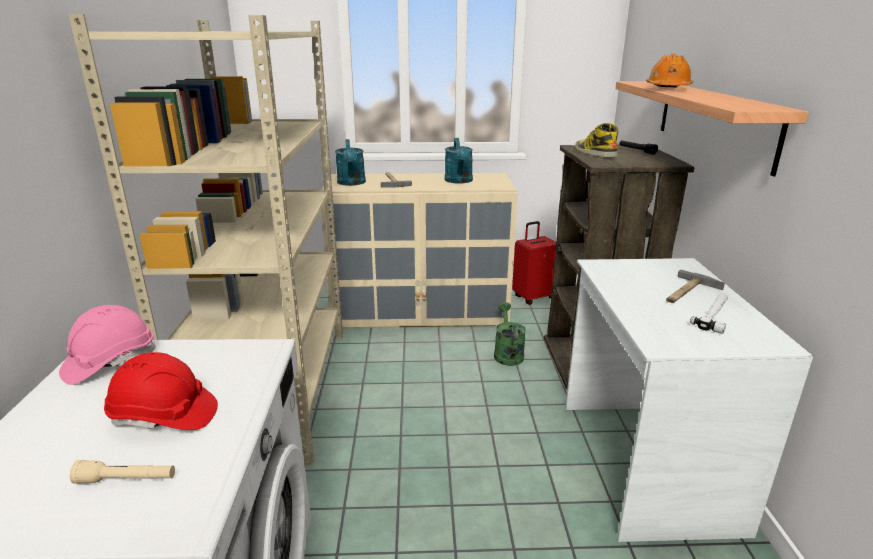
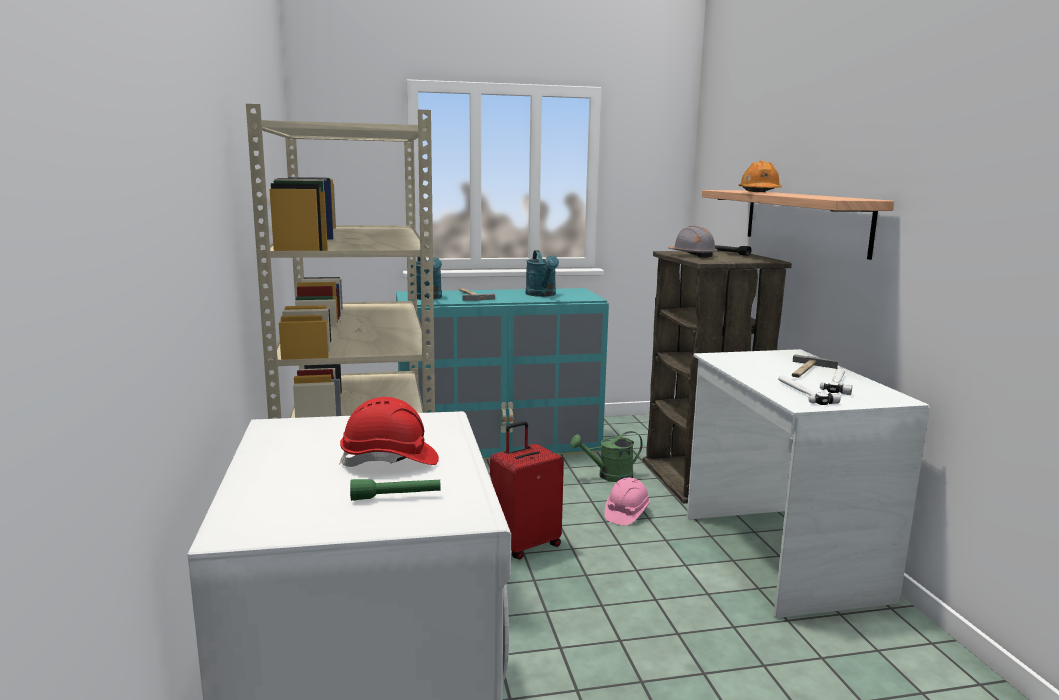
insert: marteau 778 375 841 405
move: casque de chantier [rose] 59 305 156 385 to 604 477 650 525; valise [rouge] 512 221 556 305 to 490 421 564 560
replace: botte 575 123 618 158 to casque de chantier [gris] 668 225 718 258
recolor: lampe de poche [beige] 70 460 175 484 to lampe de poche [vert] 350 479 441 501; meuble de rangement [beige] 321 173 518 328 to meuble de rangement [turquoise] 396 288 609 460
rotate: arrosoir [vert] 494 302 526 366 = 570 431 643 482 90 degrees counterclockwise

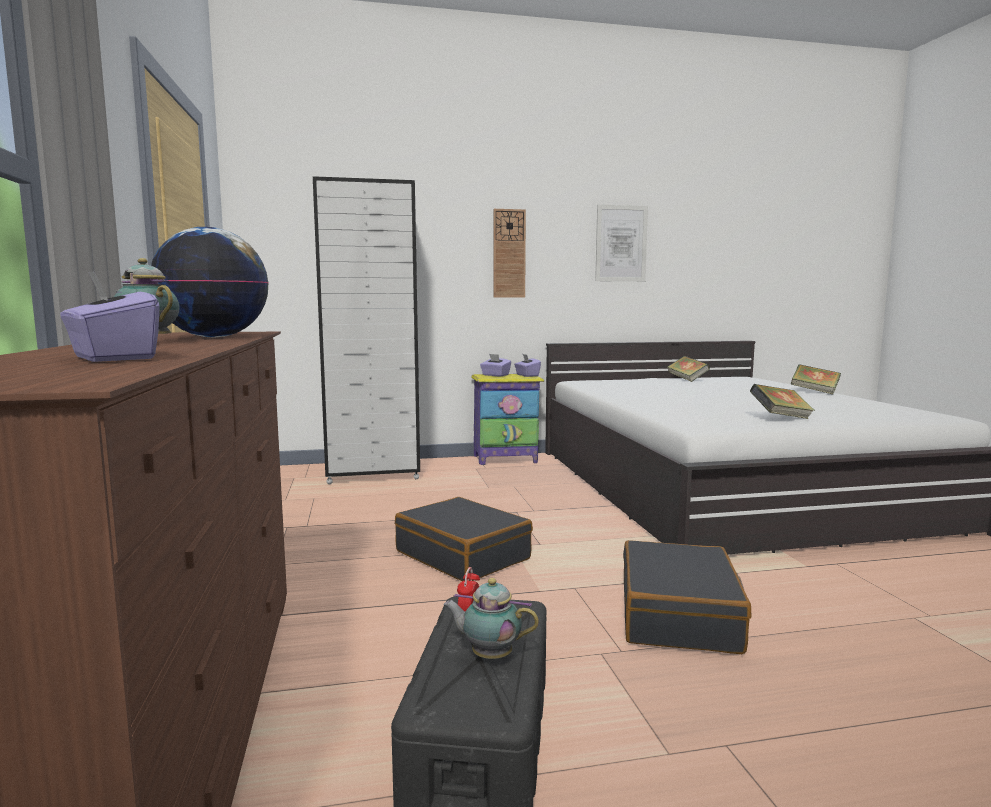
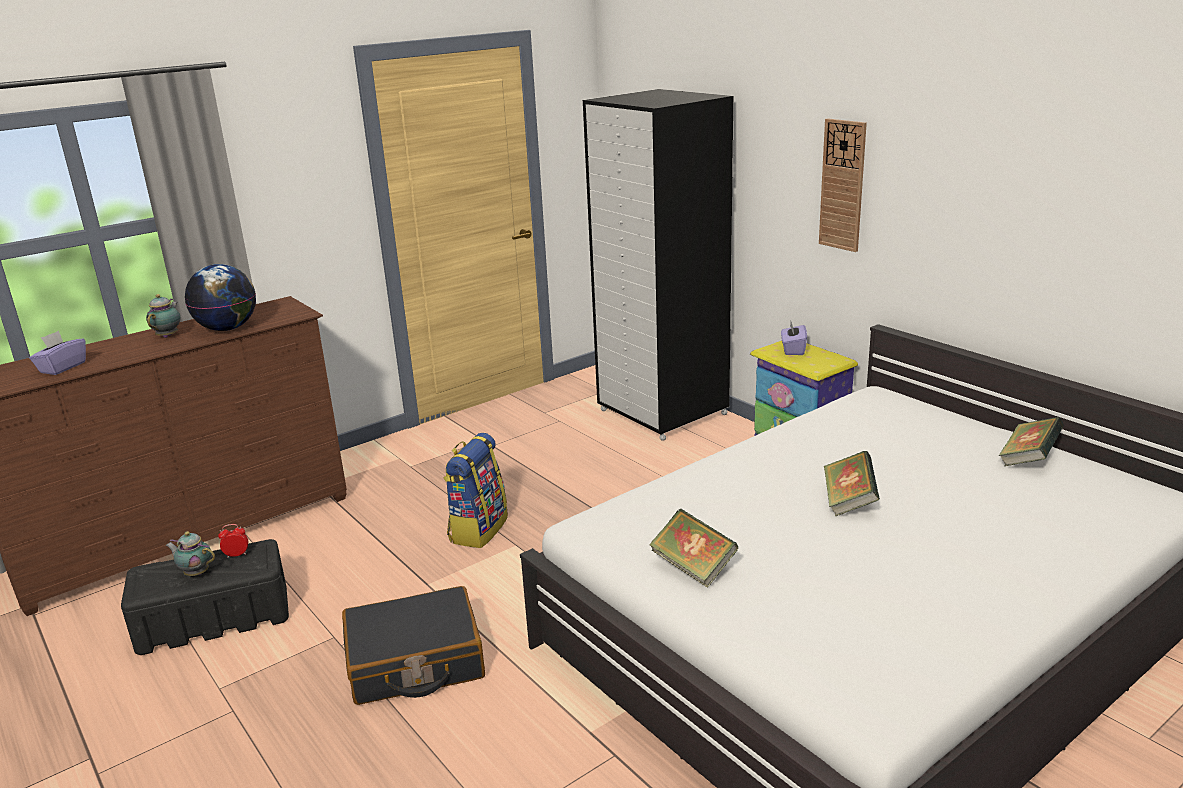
delete: boîte à mouchoirs [violet] 514 354 541 377; tableau 595 205 648 282
move: livre 791 364 841 394 to 823 451 880 516
replace: valise [noir] 395 497 533 581 to sac à dos 443 433 508 548
rotate: théière 443 578 539 659 = 165 531 215 576 60 degrees counterclockwise

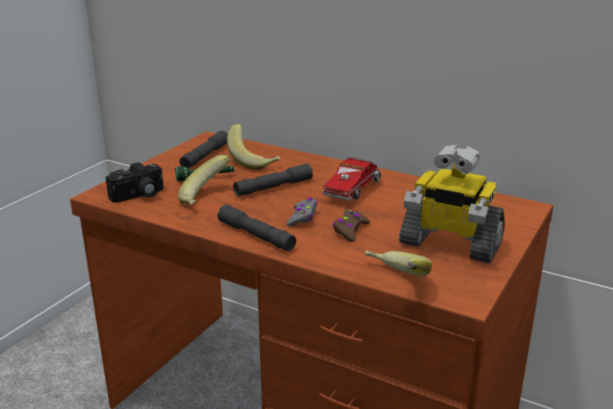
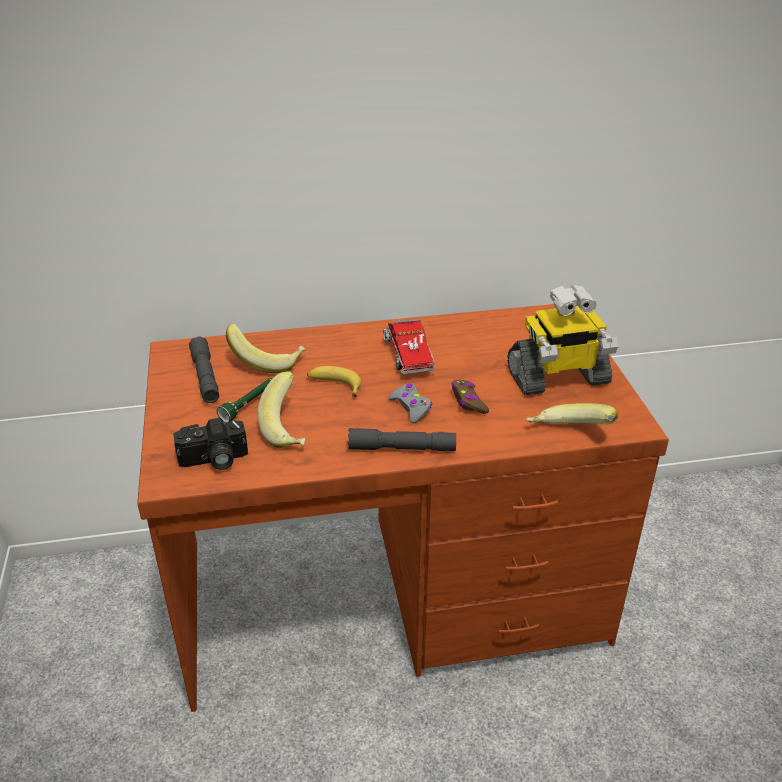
replace: lampe de poche [gris] 233 163 313 196 to banane 307 366 362 397
rotate: appareil photo 106 162 164 203 = 173 418 248 470 60 degrees clockwise

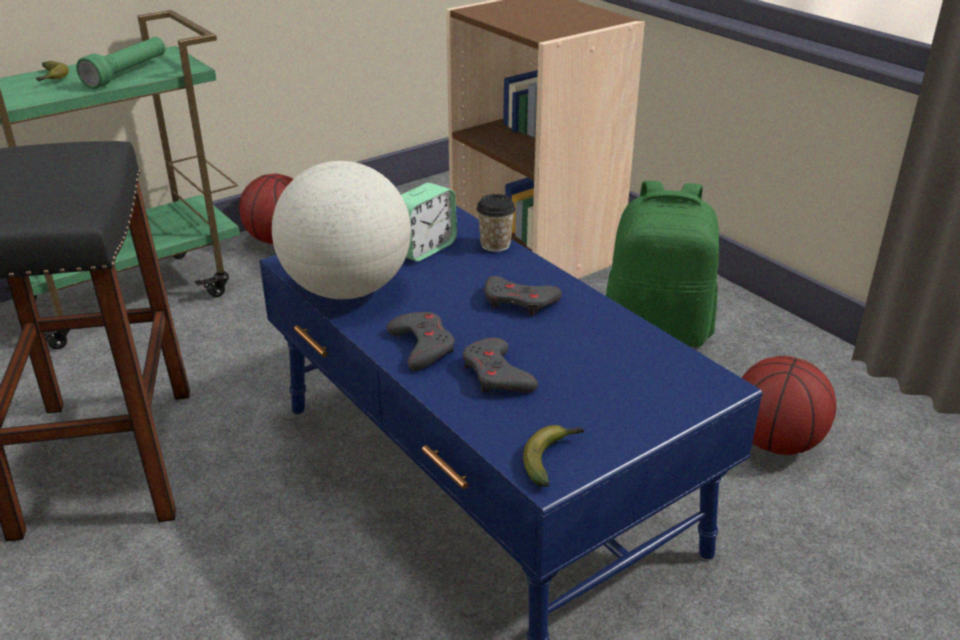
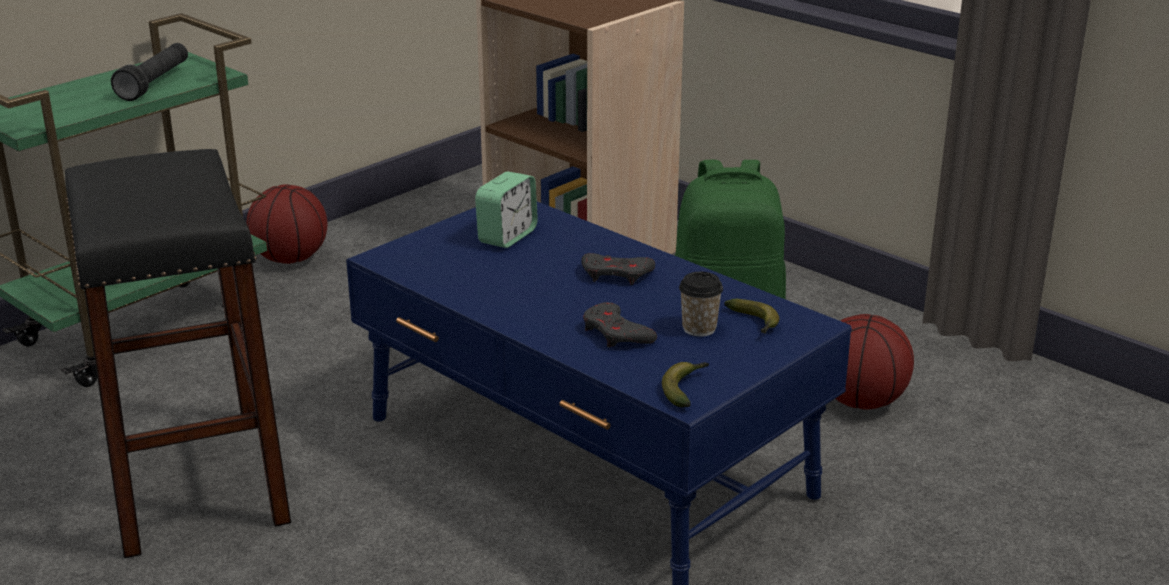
delete: globe 272 161 411 299; manette [gris] 387 312 455 370
move: banane 36 61 69 82 to 724 299 779 334; tasse 476 194 516 252 to 679 272 723 337
recolor: lampe de poche [vert] 76 37 165 89 to lampe de poche [noir] 111 43 188 101

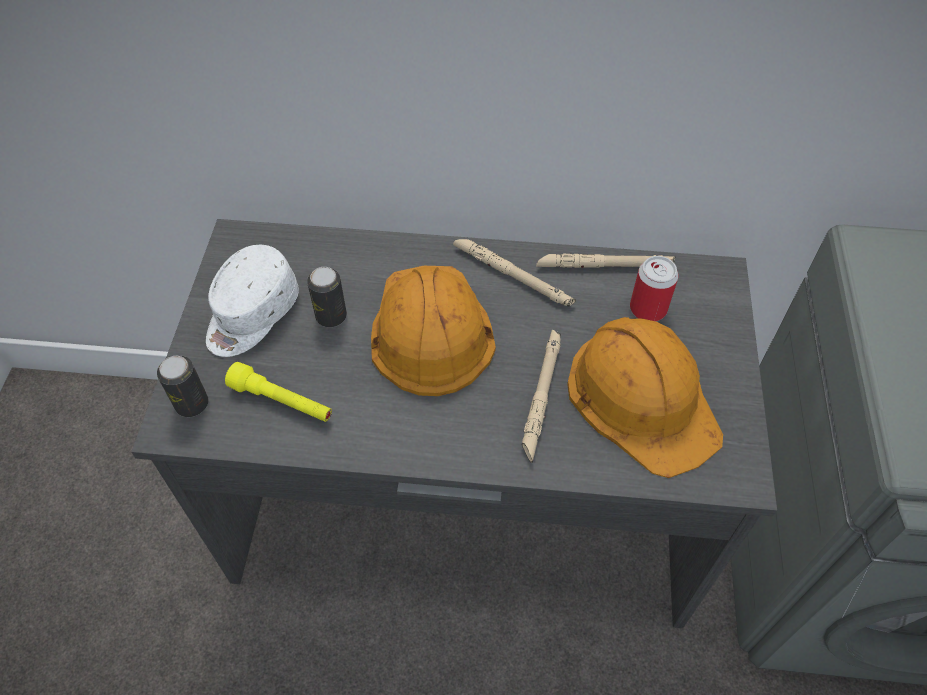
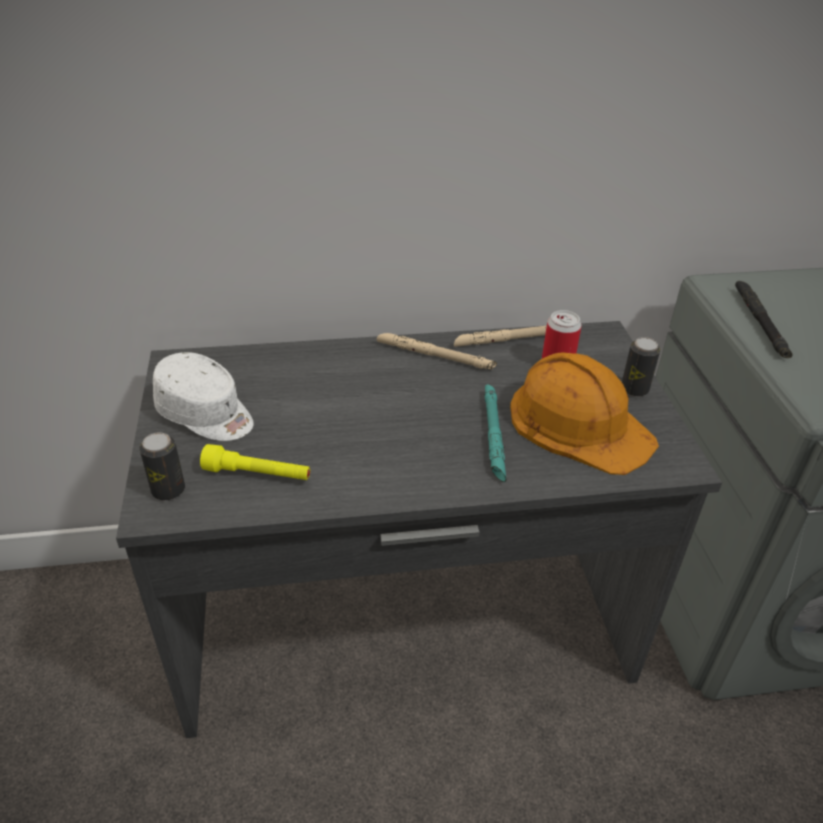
delete: casque de chantier [orange] 371 266 496 396
insert: lampe de poche [noir] 735 281 792 358
move: boîte métallique 307 267 347 327 to 622 337 660 397
recolor: lampe de poche [beige] 522 330 561 463 to lampe de poche [turquoise] 485 384 507 482
rotate: casquette [blanc] 206 245 299 357 = 153 352 254 441 75 degrees counterclockwise

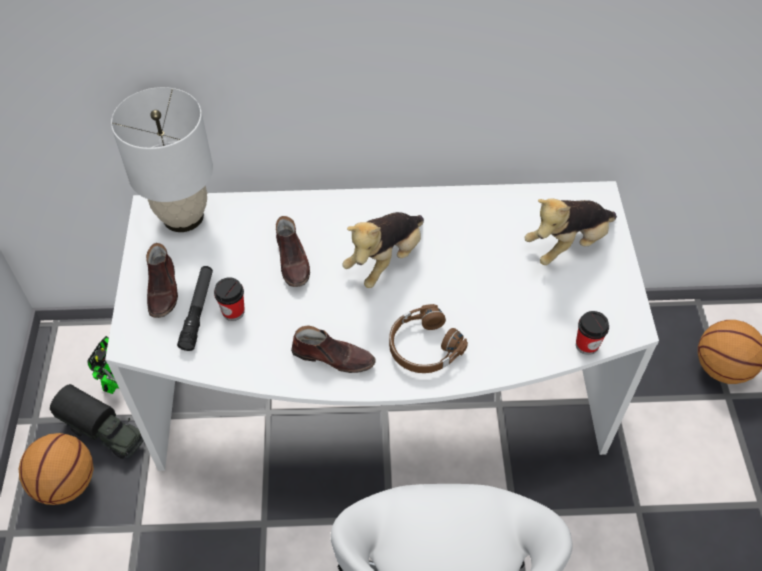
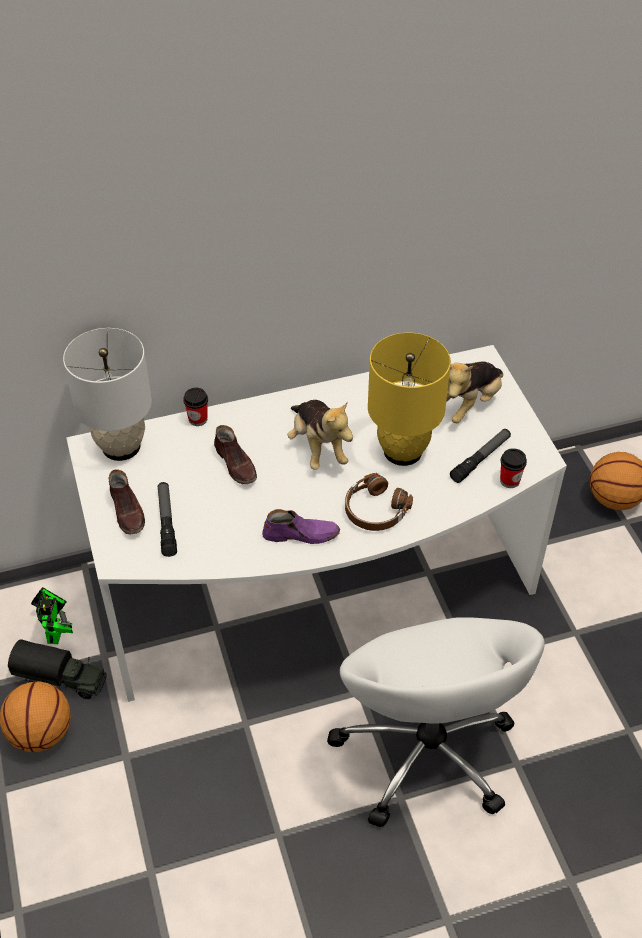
insert: lampe de table [jaune] 368 333 451 466; lampe de poche 450 429 511 483
move: tasse 214 277 245 321 to 183 388 208 426
recolor: chaussure [marron] 291 325 376 373 to chaussure [violet] 262 509 340 544
rotate: peluche 343 212 424 288 = 288 400 353 470 45 degrees counterclockwise

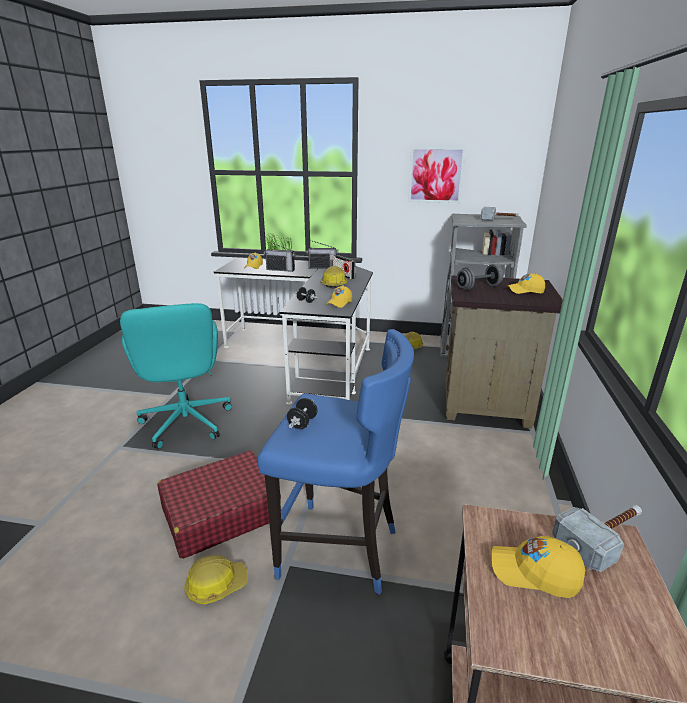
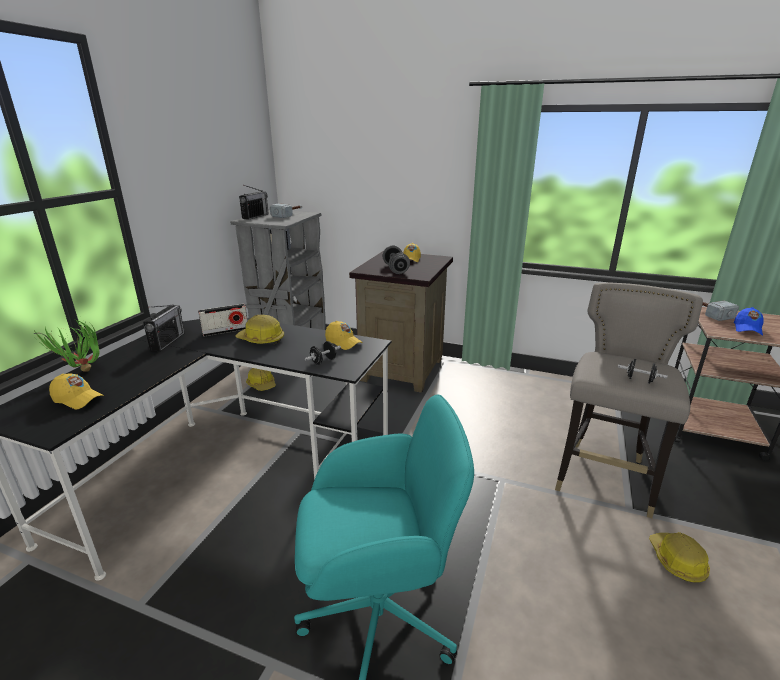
delete: valise [rouge] 157 450 281 559; tableau 408 147 466 203
move: radio 264 241 296 272 to 239 185 269 220
recolor: tabouret [bleu] 258 329 414 594 to tabouret [gris] 555 282 703 518; casquette [jaune] 492 536 585 598 to casquette [bleu] 734 307 763 336

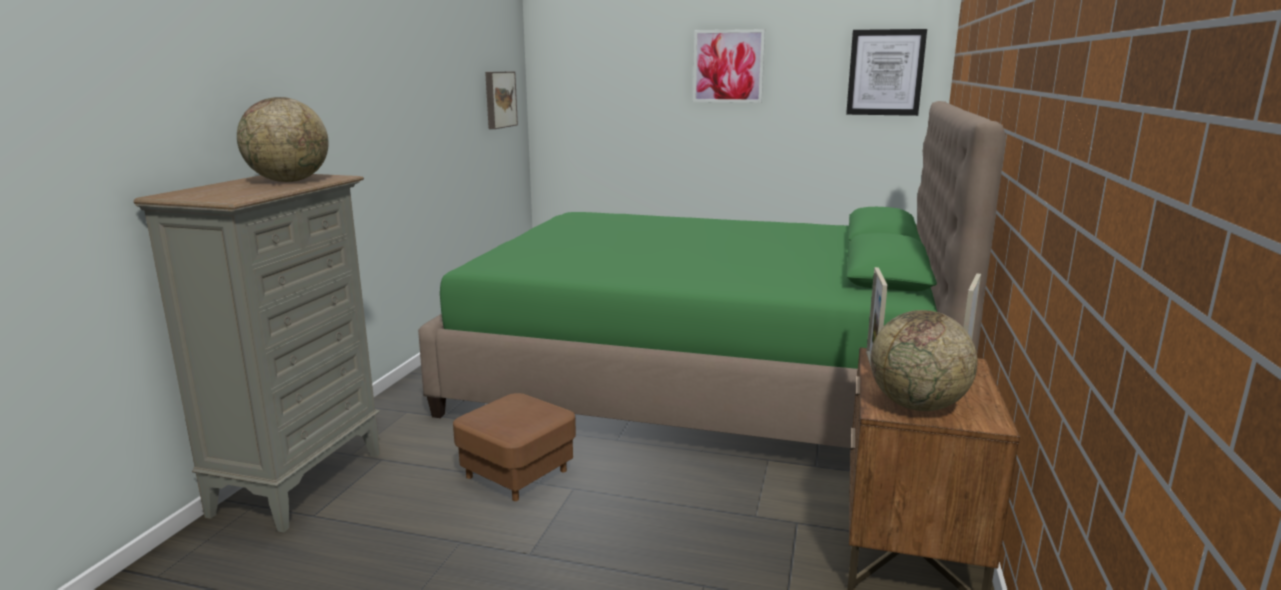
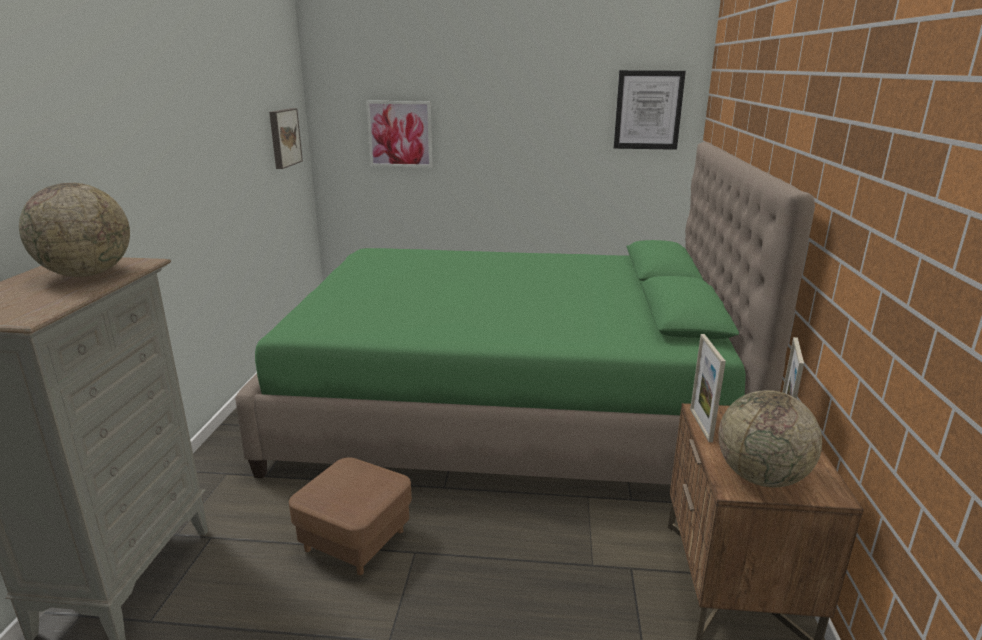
move: tableau 693 29 765 103 to 366 101 432 168

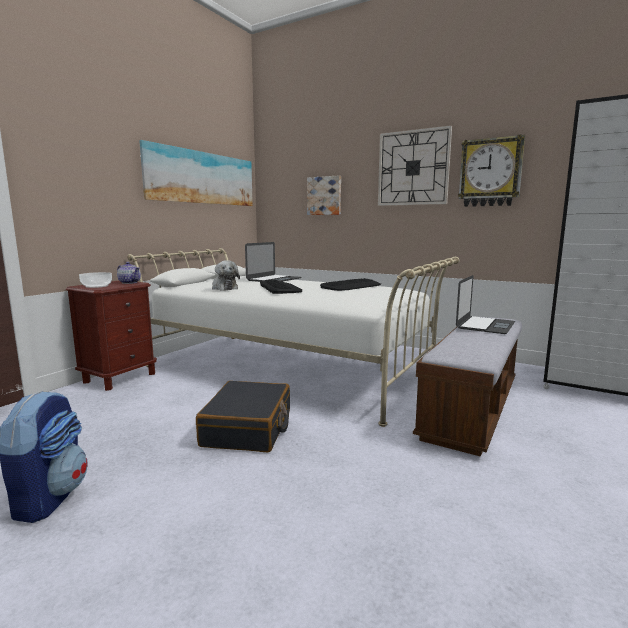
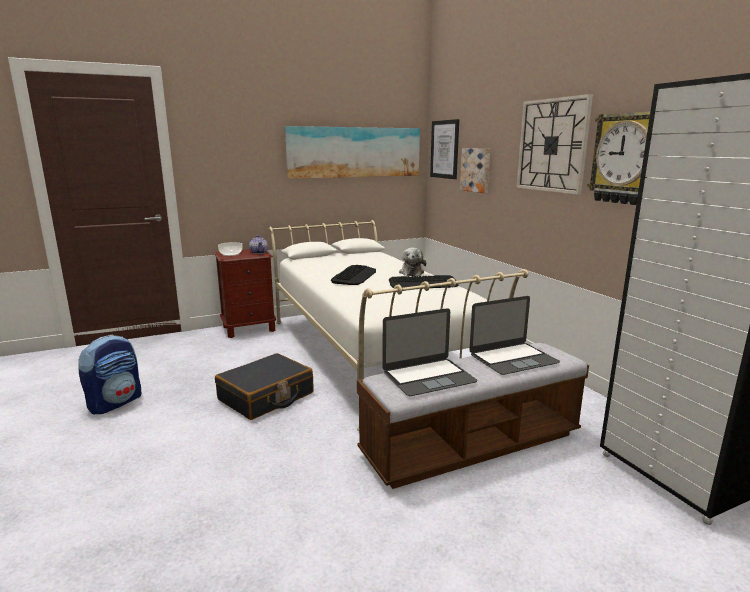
insert: tableau 430 119 459 179
move: peluche 212 260 240 290 to 399 247 426 276; ordinateur portable 245 242 301 282 to 382 308 478 396

